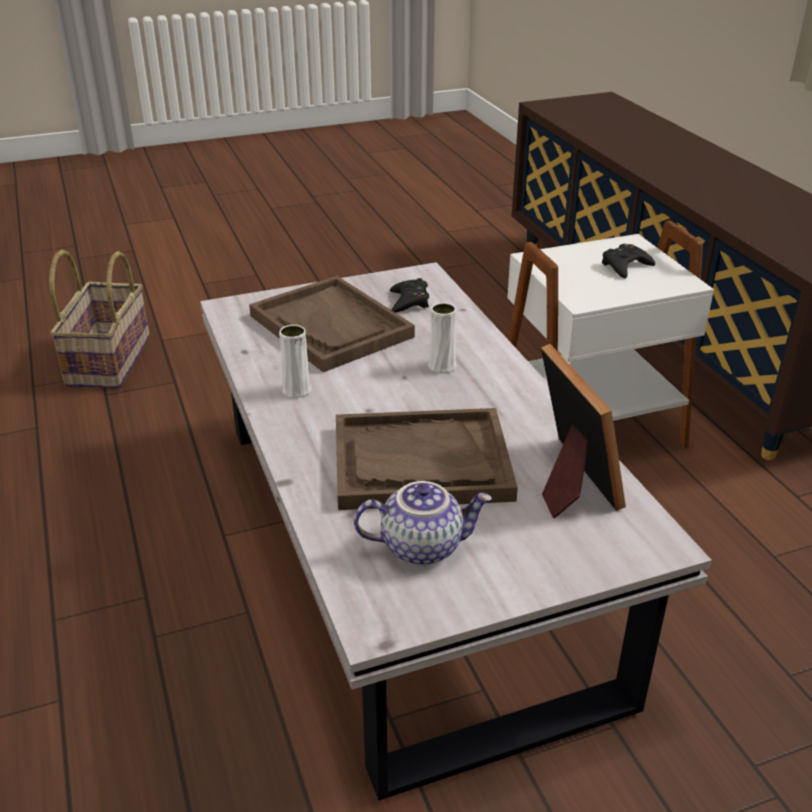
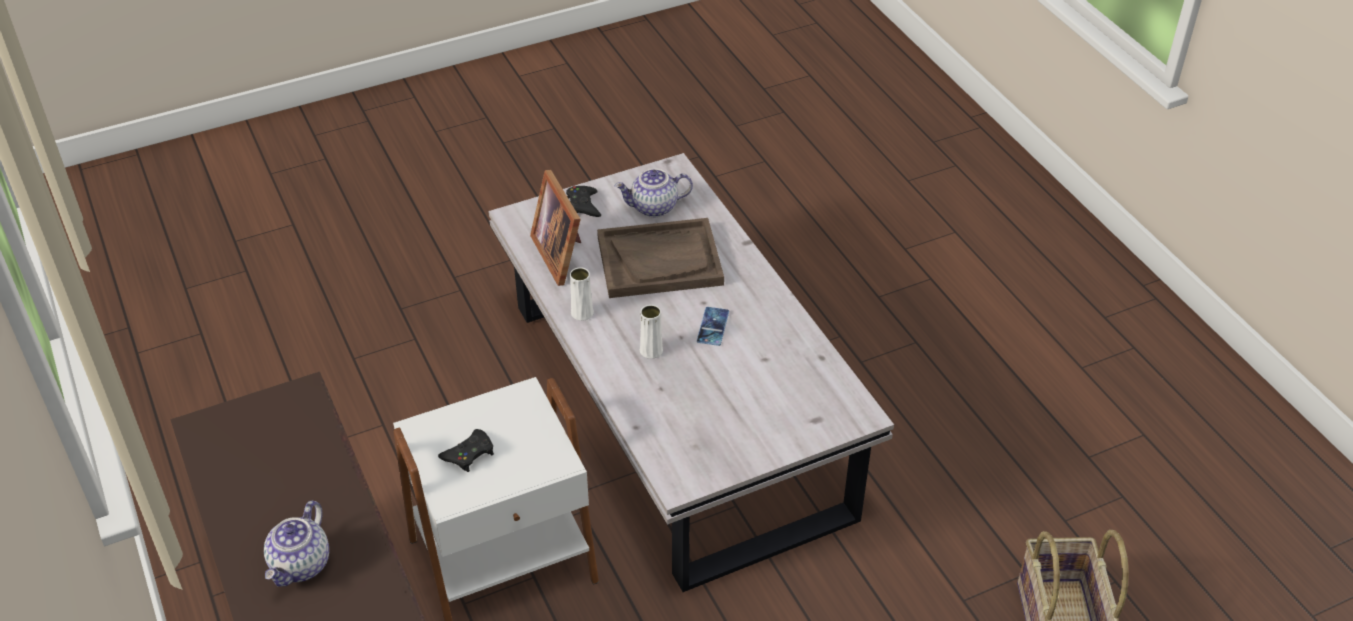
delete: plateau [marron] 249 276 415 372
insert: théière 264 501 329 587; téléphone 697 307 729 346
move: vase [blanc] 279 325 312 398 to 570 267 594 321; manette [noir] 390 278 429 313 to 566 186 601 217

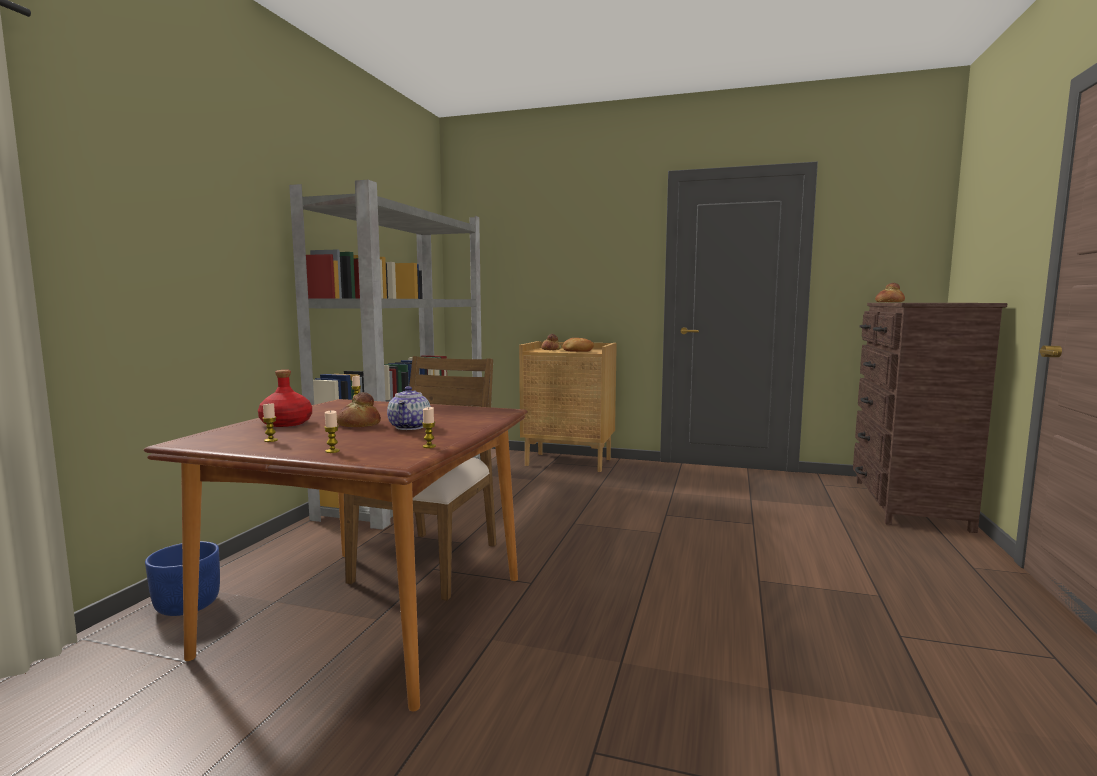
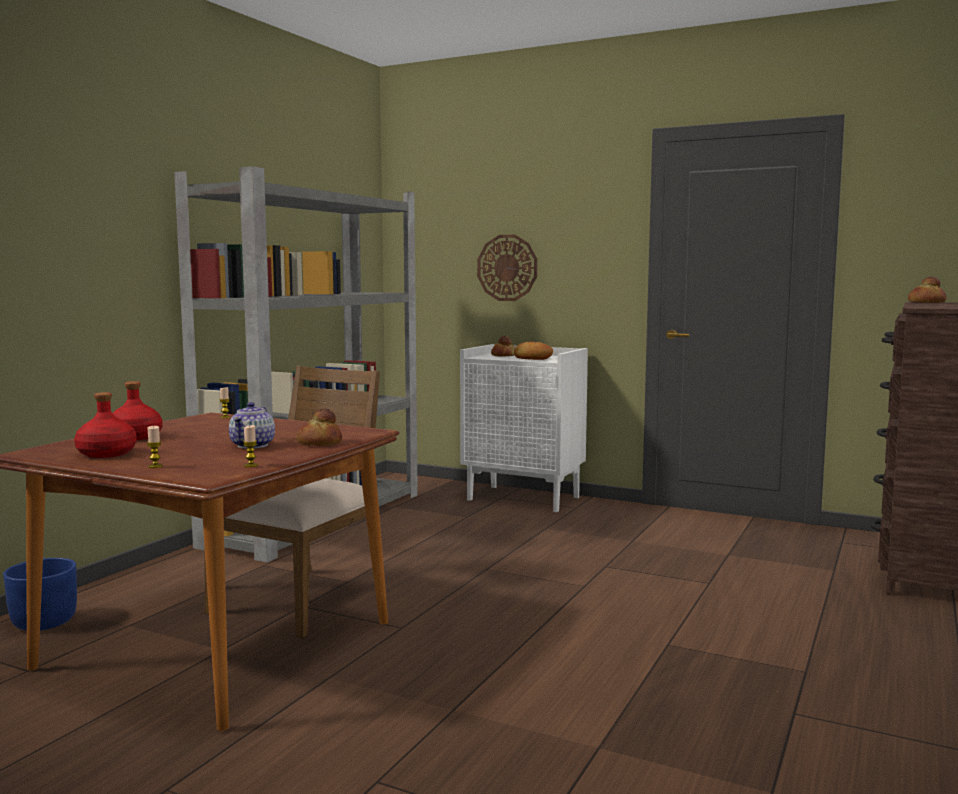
insert: horloge murale 477 235 537 301
move: pain 337 392 381 427 to 296 408 342 446
replace: bougie 262 403 278 442 to bouteille [rouge] 74 392 137 458
recolor: meuble de rangement [marron] 519 341 617 472 to meuble de rangement [blanc] 460 344 588 512

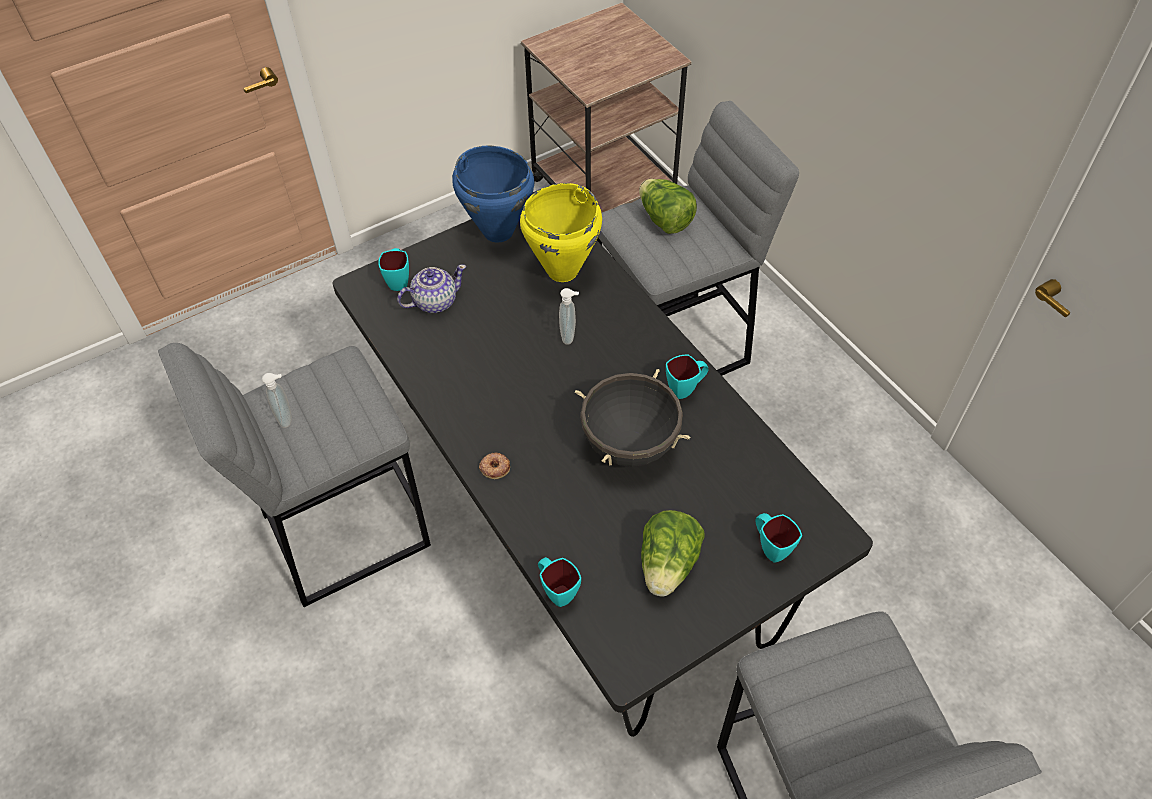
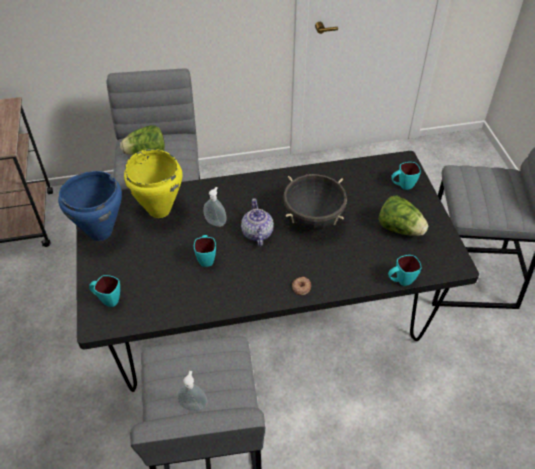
move: théière 397 264 466 313 to 241 198 274 246; mug [turquoise] 666 355 709 399 to 194 235 216 267

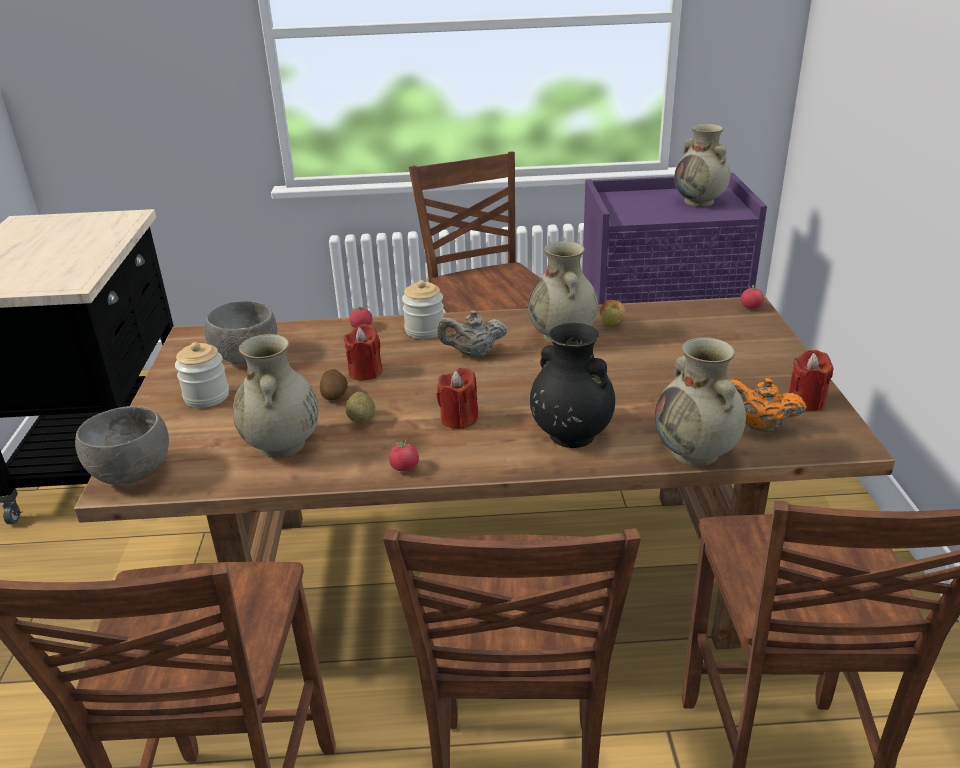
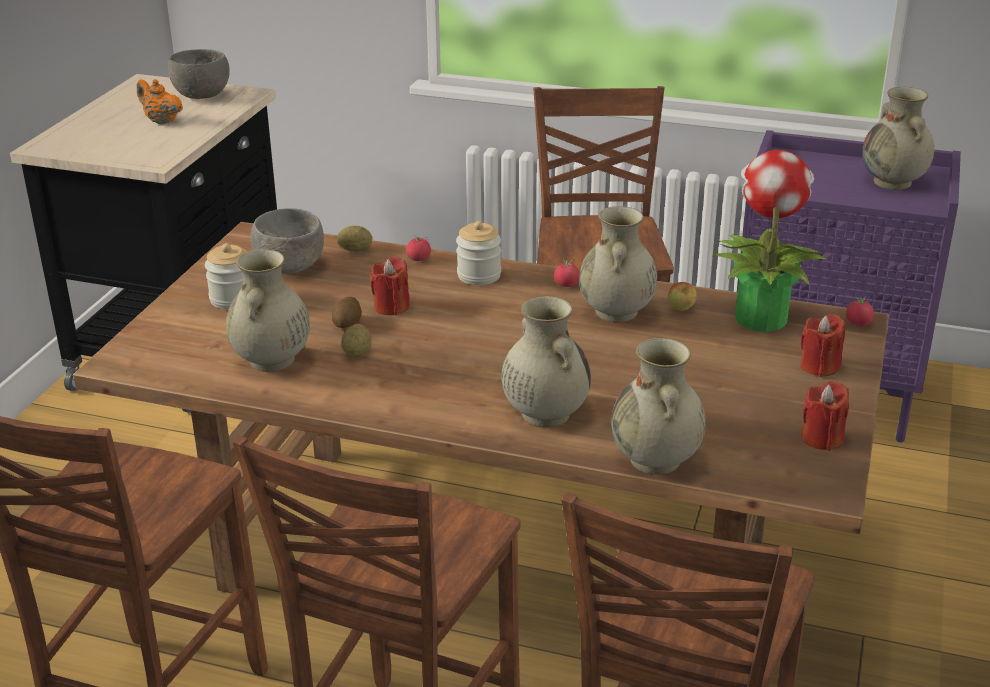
delete: théière [beige] 437 310 507 357
insert: pomme de terre 337 226 372 252; plante en pot 713 150 828 332
move: bol [gris] 75 406 169 485 to 168 49 230 99; tomate 389 439 419 472 to 554 259 580 287; bougie [rouge] 437 367 478 429 to 800 314 846 377; théière [orange] 730 378 807 433 to 136 79 183 124
recolor: vase [noir] 530 323 615 448 to vase [beige] 501 296 591 428

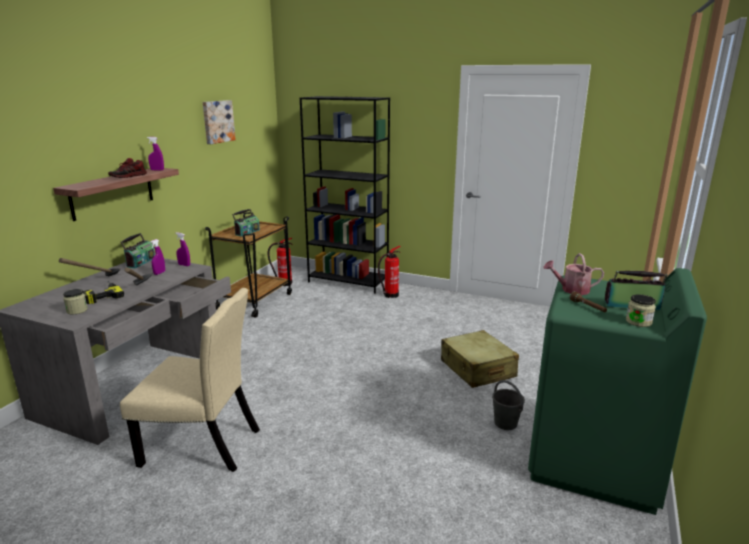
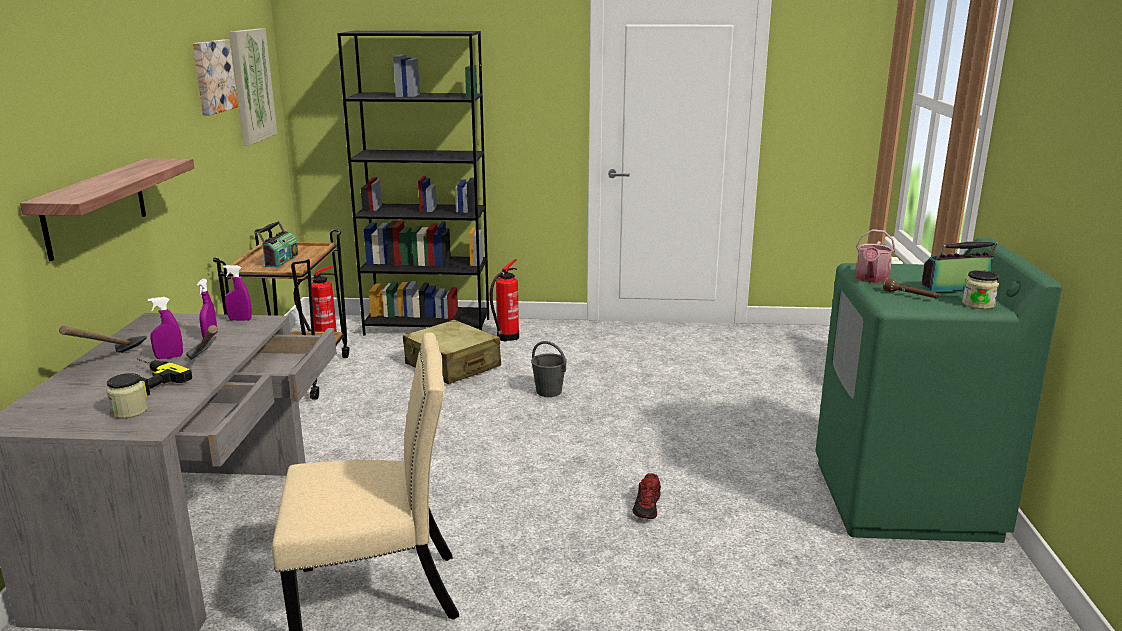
delete: radio 120 233 155 268
insert: tableau 230 28 277 145
move: chaussure 108 158 147 178 to 632 473 661 519; vaporisateur [violet] 147 137 164 170 to 148 297 183 359; valise [beige] 441 330 519 388 to 403 320 501 384; seau [gris] 492 380 525 430 to 531 341 567 397
rotate: arrosoir 543 253 604 295 = 854 229 896 283 45 degrees counterclockwise

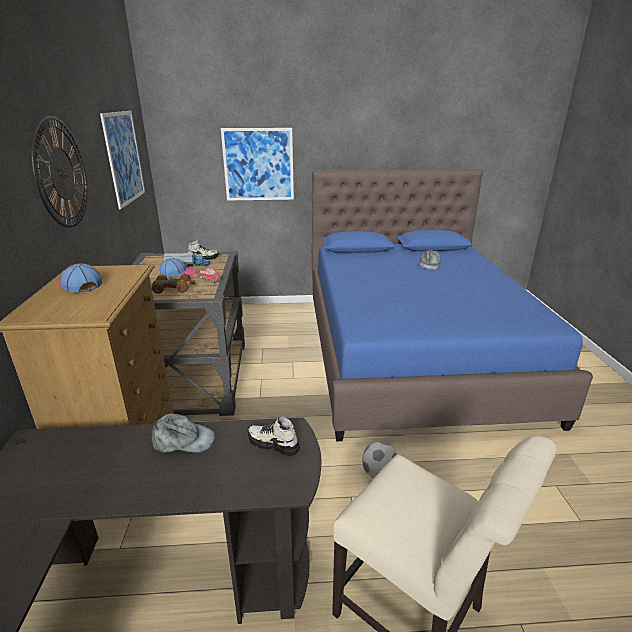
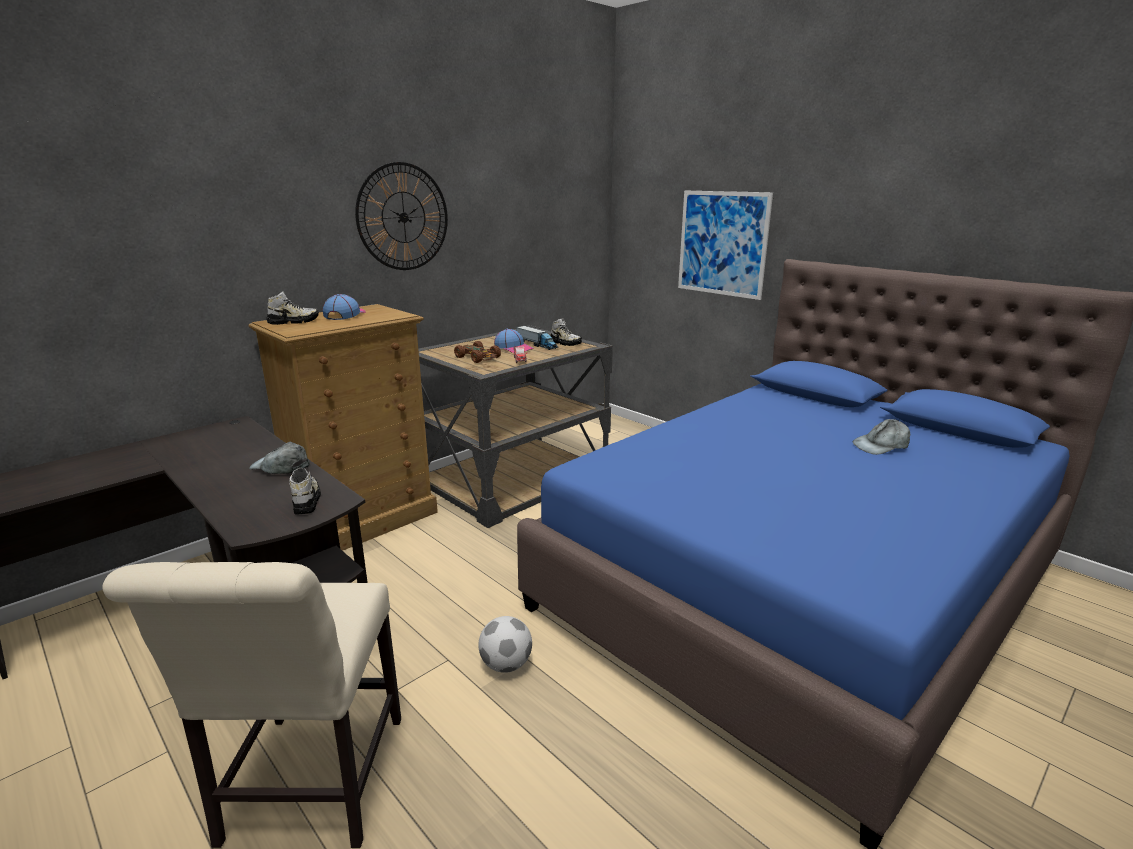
delete: tableau 100 111 145 209
insert: chaussure 266 291 319 325
rotate: casquette [gris] 151 413 215 453 = 249 442 310 474 150 degrees clockwise

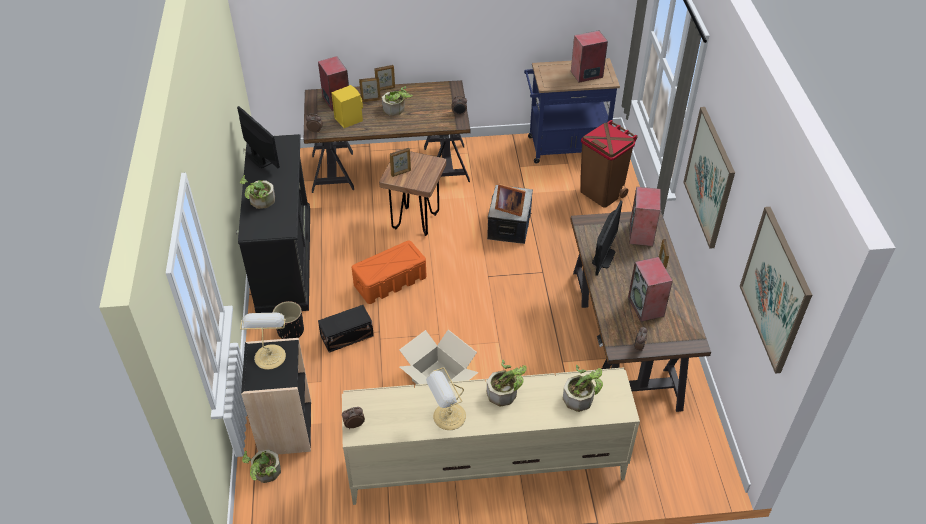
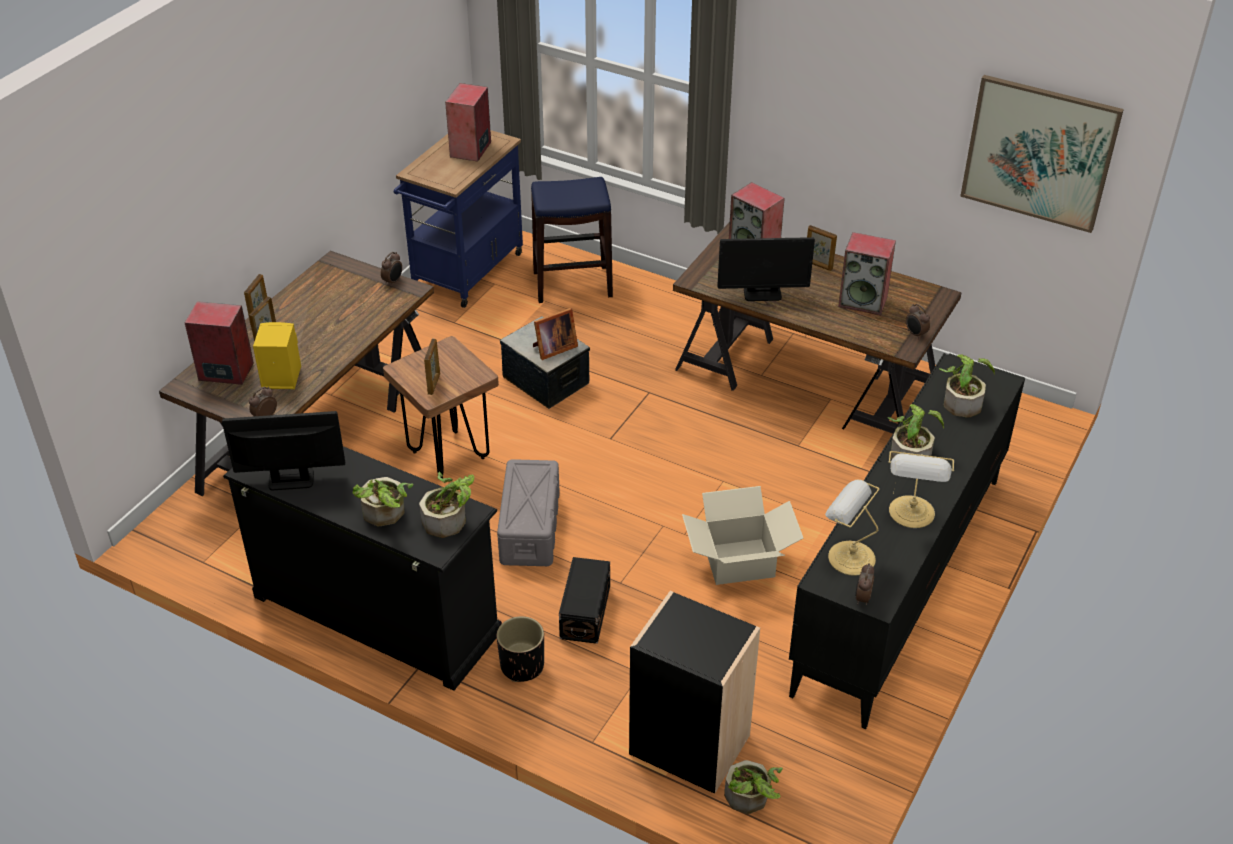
delete: tableau 683 107 735 249
move: lampe de table 240 313 286 370 to 825 480 880 576; plante en pot 382 86 413 116 to 419 472 474 538
replace: poubelle [marron] 580 120 638 208 to tabouret 531 177 613 303
recolor: meuble de rangement [beige] 342 367 640 505 to meuble de rangement [noir] 789 353 1025 729; boîte de rangement [orange] 352 240 426 304 to boîte de rangement [gris] 497 459 560 566
rotate: écran d'ordinateur 592 200 623 276 = 717 237 815 301 120 degrees clockwise

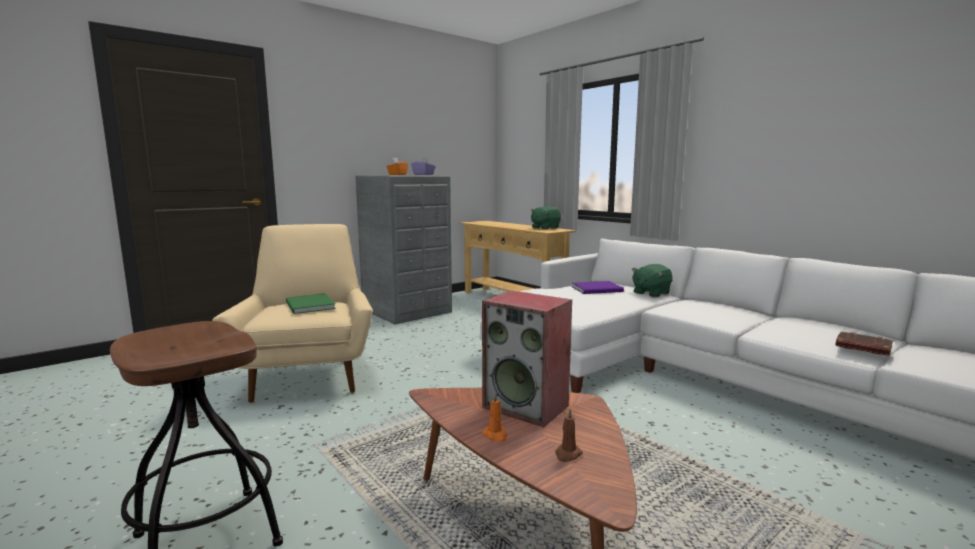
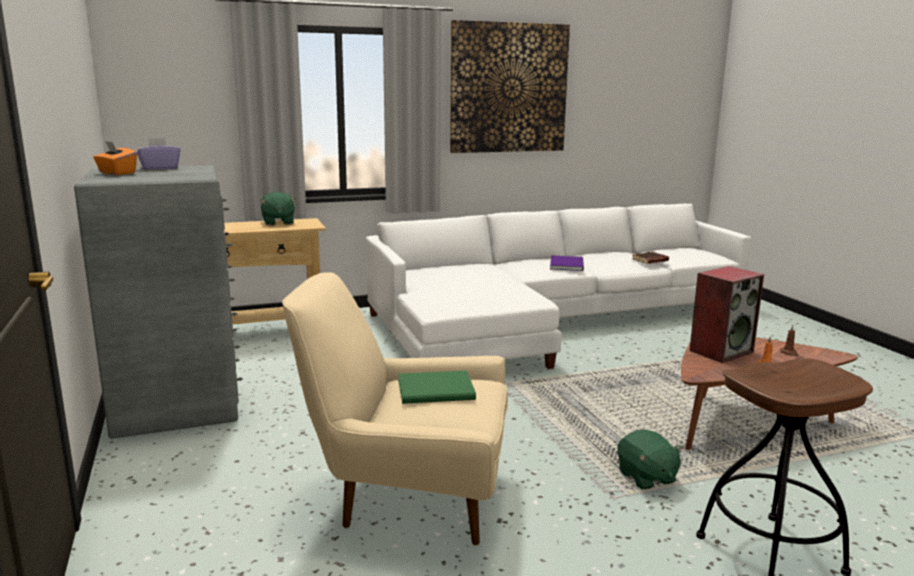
insert: tableau 450 20 570 153
move: livre [violet] 572 281 624 294 to 550 255 584 271; peluche [vert] 632 264 672 297 to 617 430 683 489

